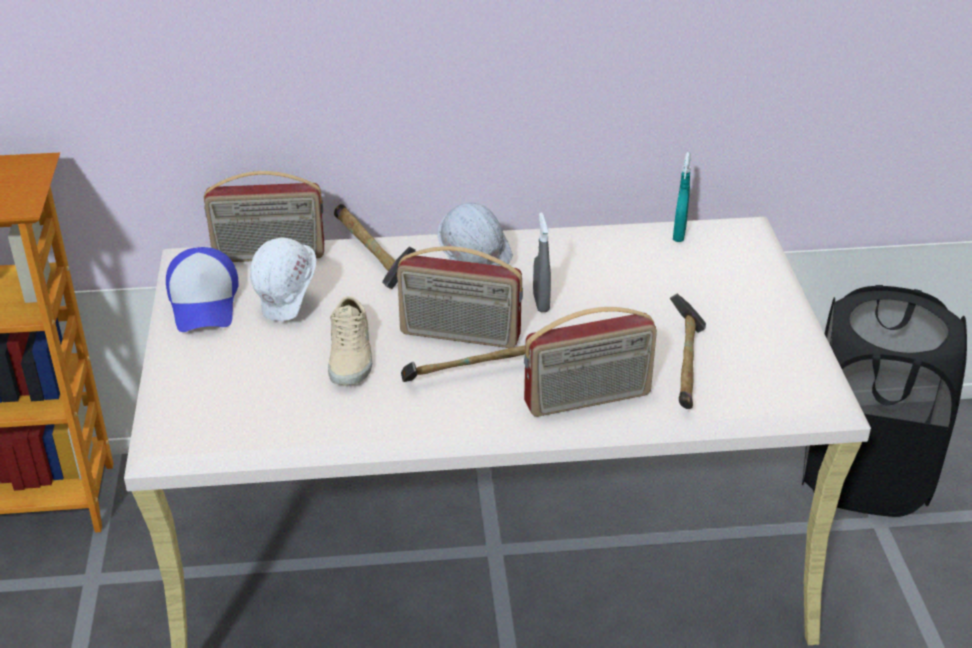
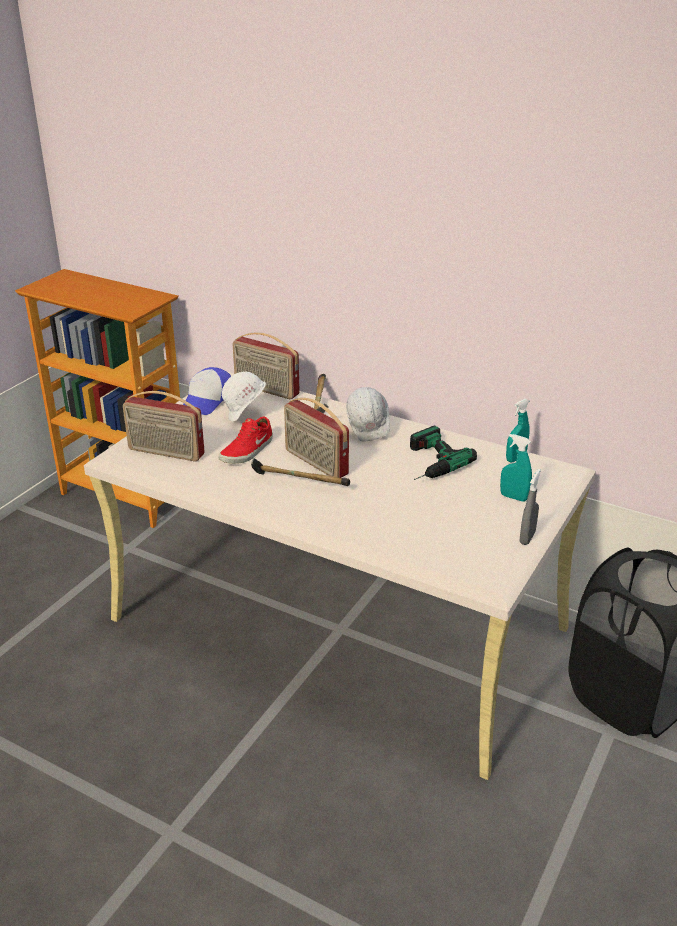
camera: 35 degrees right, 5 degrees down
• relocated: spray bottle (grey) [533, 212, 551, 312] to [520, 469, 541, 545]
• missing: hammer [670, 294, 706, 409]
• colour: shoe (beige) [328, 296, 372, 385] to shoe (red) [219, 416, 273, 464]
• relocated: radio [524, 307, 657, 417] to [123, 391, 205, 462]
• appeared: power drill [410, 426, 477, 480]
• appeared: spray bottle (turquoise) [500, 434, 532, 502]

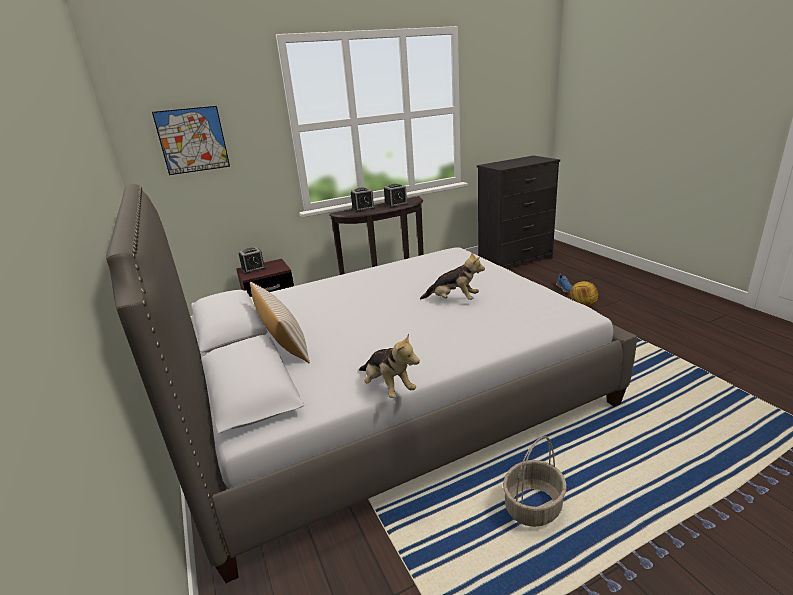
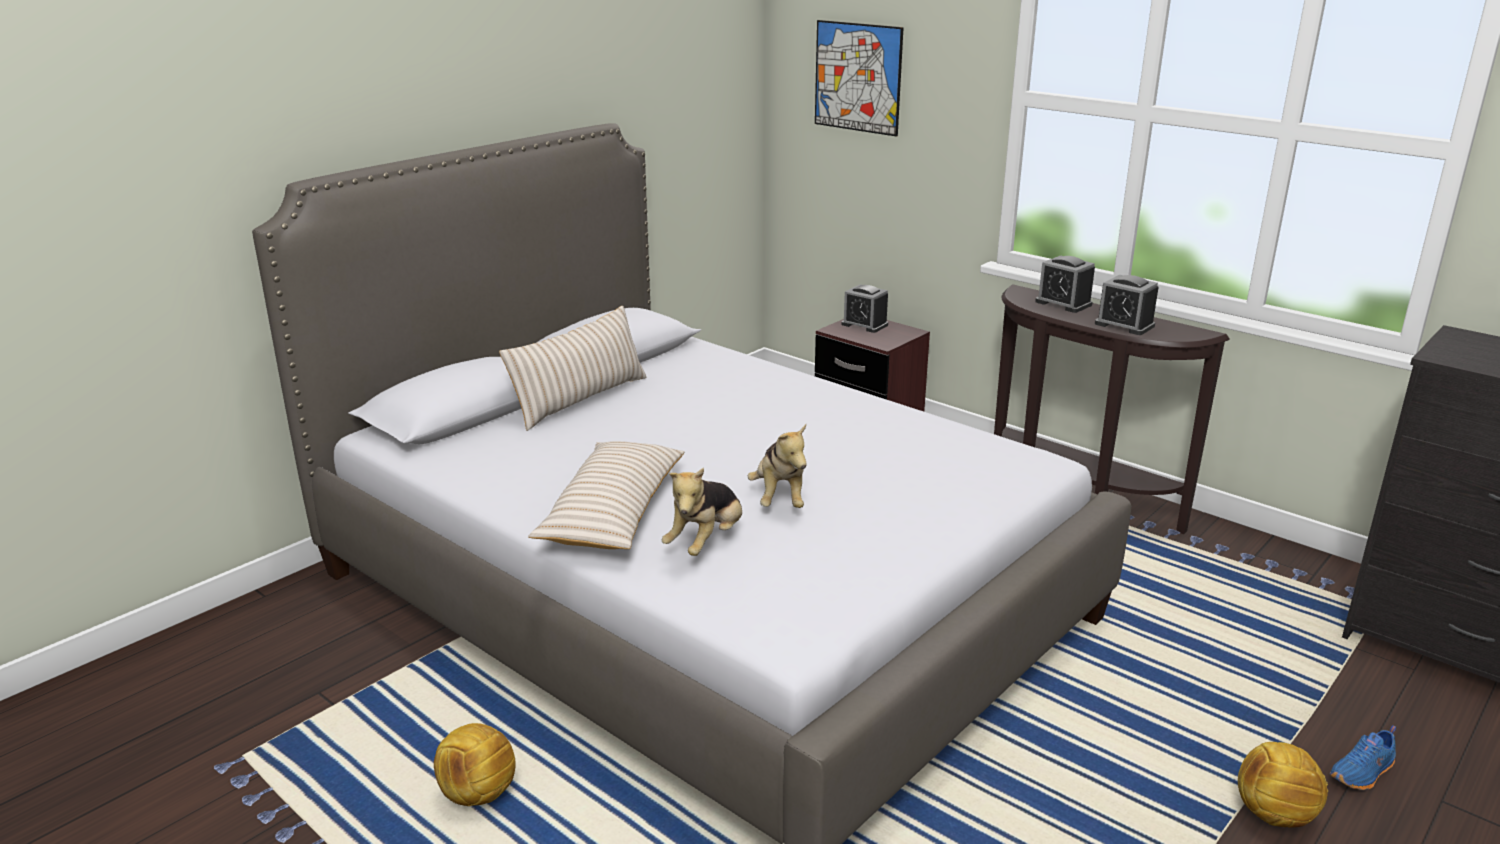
camera: 65 degrees right, 0 degrees up
• relocated: plush toy [359, 333, 420, 398] to [662, 468, 742, 556]
• exchanged: basket [503, 436, 567, 527] to football [434, 723, 516, 806]
• appeared: pillow (beige) [528, 441, 684, 549]

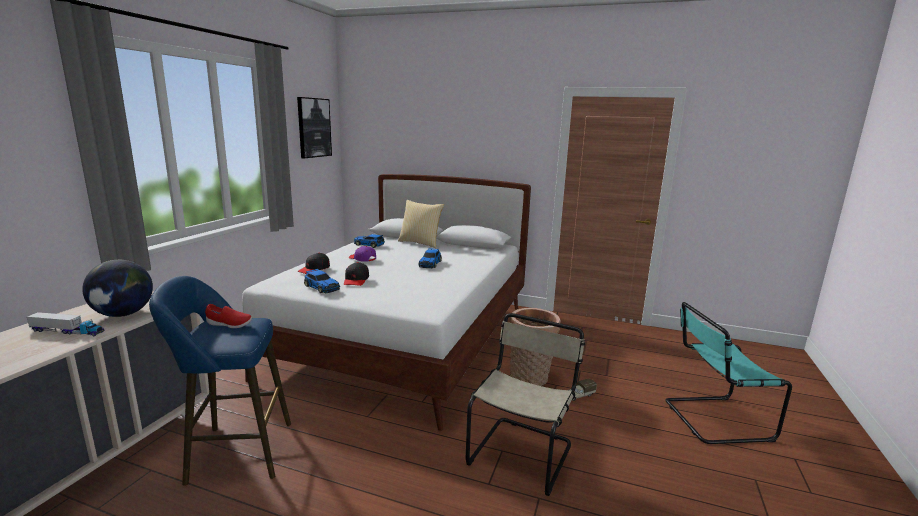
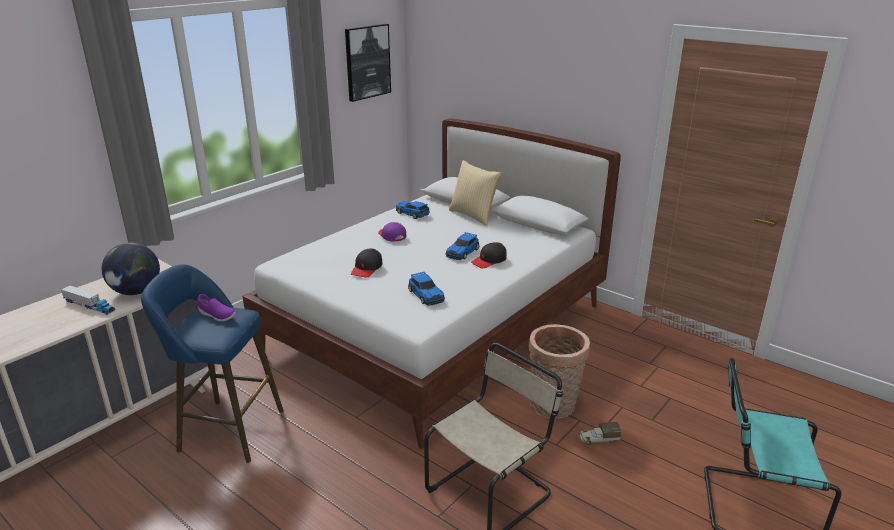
camera: 20 degrees right, 10 degrees up
• relocated: cap (black) [297, 253, 330, 274] to [471, 242, 507, 268]
• relocated: toy car [304, 269, 340, 293] to [408, 272, 445, 306]
• colour: shoe (red) [205, 304, 252, 328] to shoe (purple) [197, 294, 236, 321]

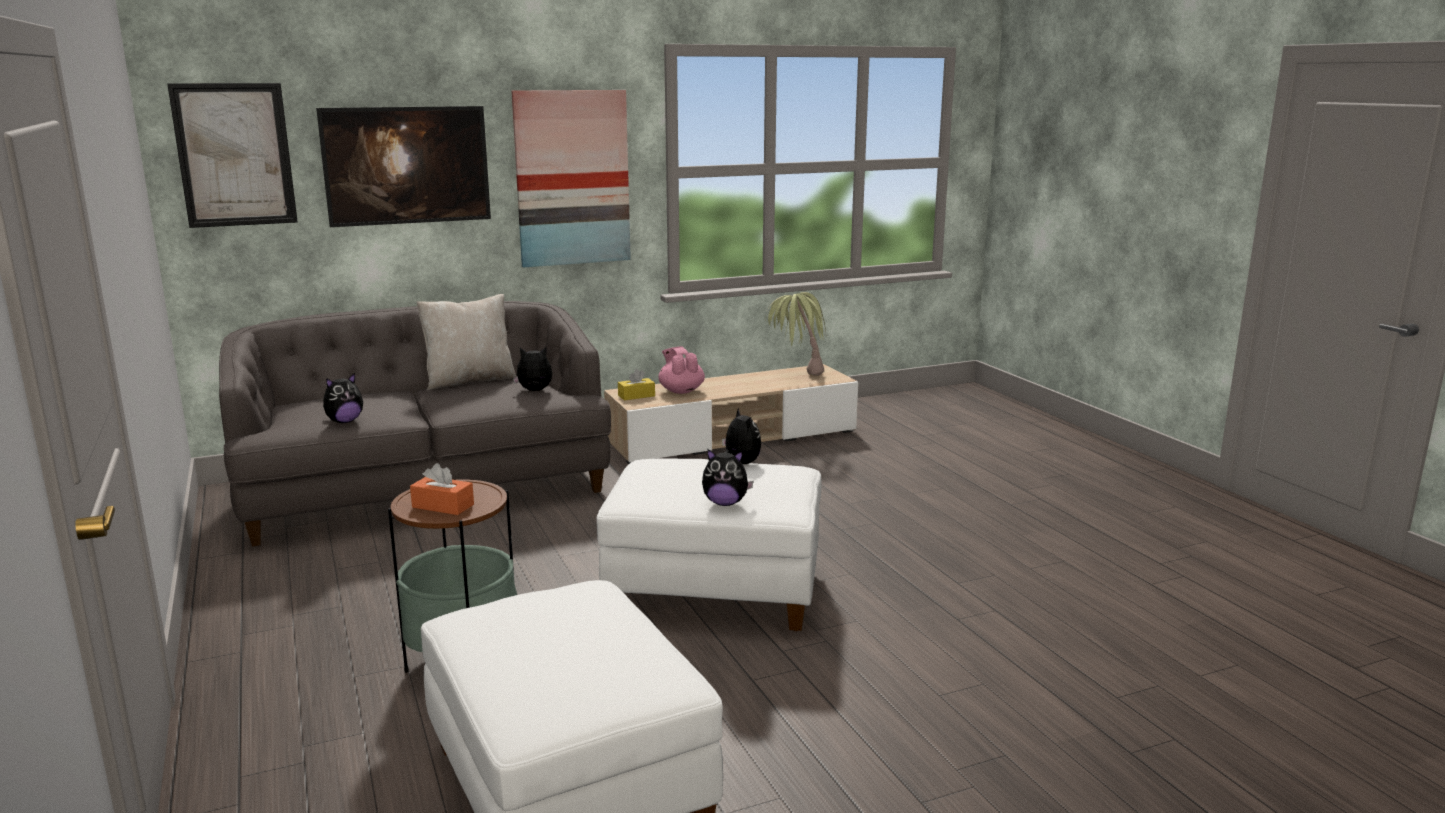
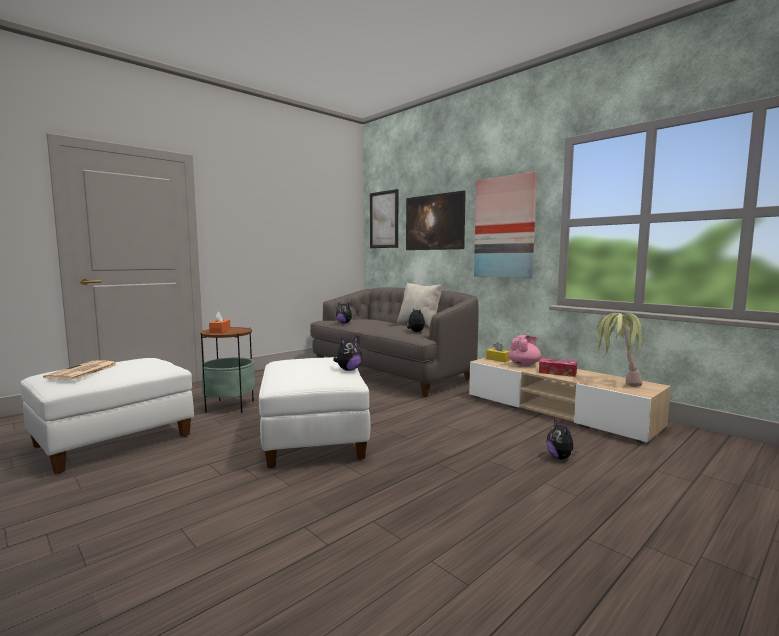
camera: 70 degrees right, 10 degrees down
• relocated: plush toy [702, 449, 754, 506] to [546, 420, 577, 459]
• appeared: tissue box [539, 358, 577, 377]
• appeared: newspaper [43, 360, 118, 380]

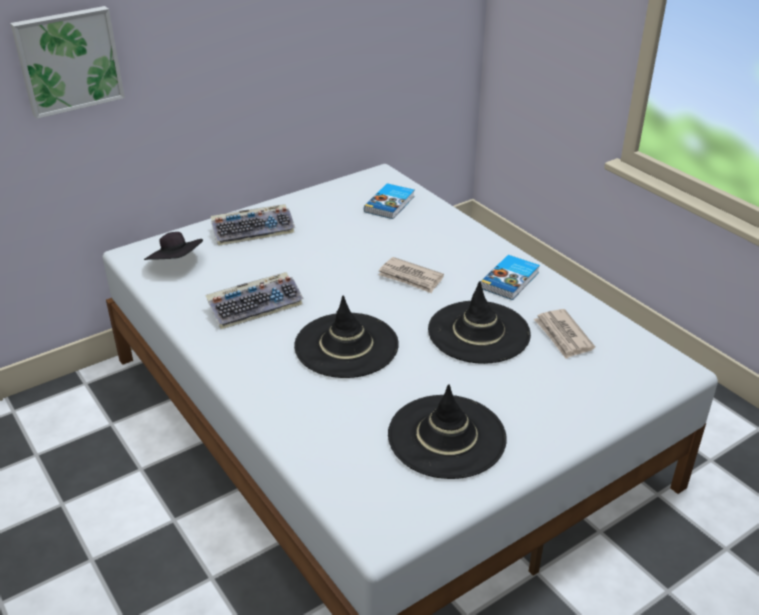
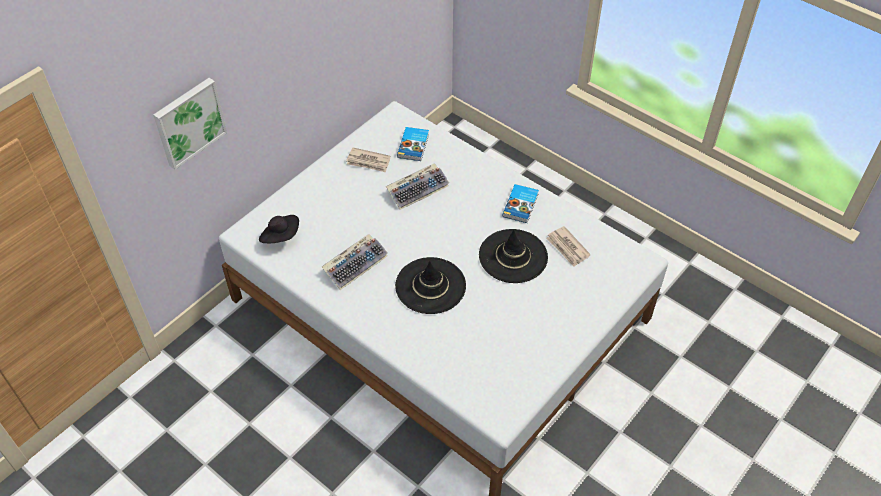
camera: 15 degrees left, 15 degrees up
• relocated: keyboard [211, 204, 295, 246] to [386, 163, 449, 210]
• relocated: newspaper [379, 257, 444, 293] to [346, 148, 391, 172]
• missing: hat (black) [388, 384, 507, 479]

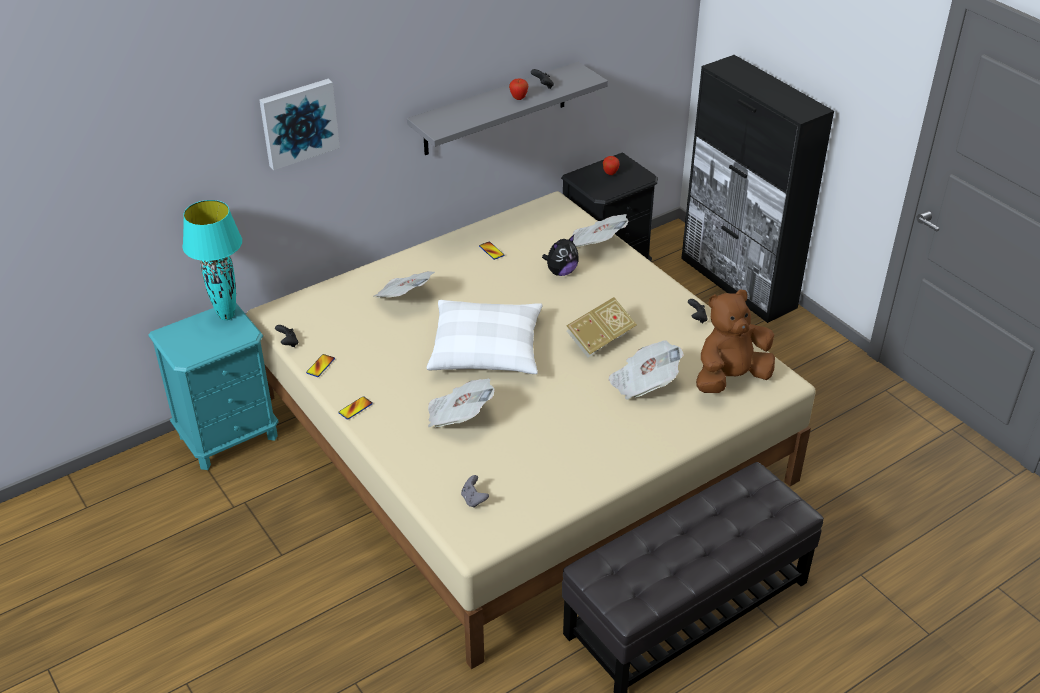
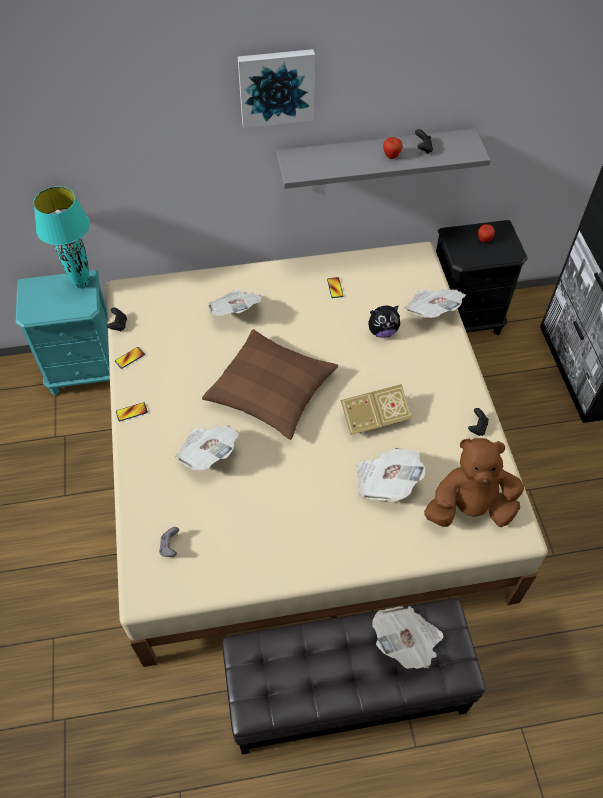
camera: 25 degrees right, 15 degrees up
• relocated: picture [259, 79, 340, 170] to [238, 49, 315, 128]
• colour: pillow (white) [427, 300, 542, 374] to pillow (brown) [202, 329, 338, 440]
• appeared: newspaper [372, 606, 443, 669]

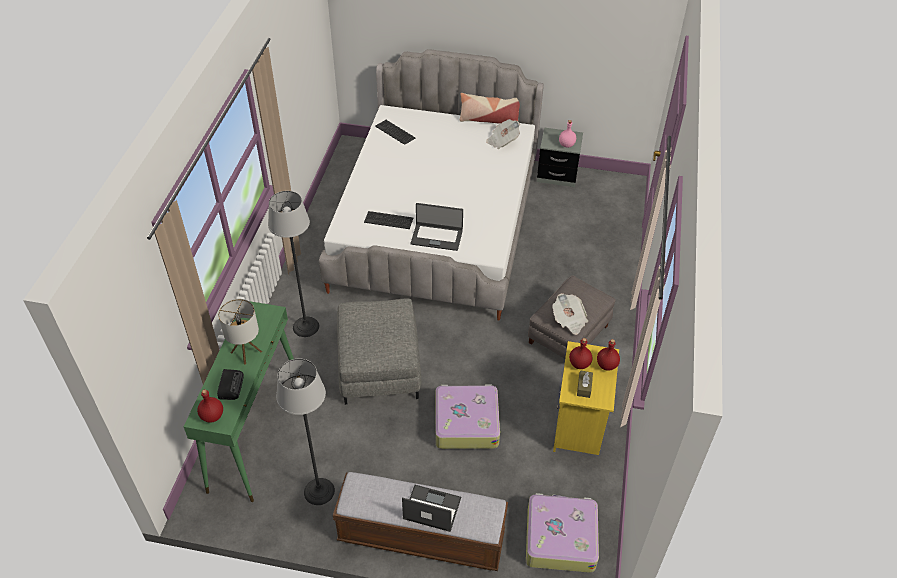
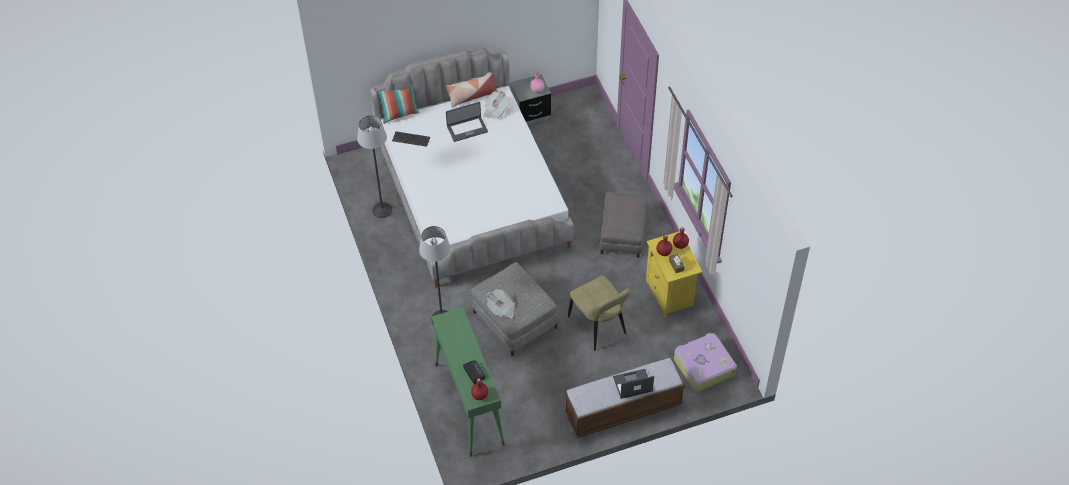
camera: 30 degrees left, 5 degrees up
• relocated: laptop [411, 203, 463, 251] to [446, 102, 488, 142]
• missing: keyboard [364, 211, 413, 229]
• relocated: newspaper [552, 293, 588, 335] to [487, 289, 515, 318]
• missing: table lamp [218, 299, 262, 365]
• relocated: floor lamp [276, 358, 335, 505] to [357, 115, 392, 218]
• exchanged: suitcase [436, 384, 500, 449] to chair (beige) [568, 276, 631, 351]
• appeared: pillow [376, 83, 419, 124]

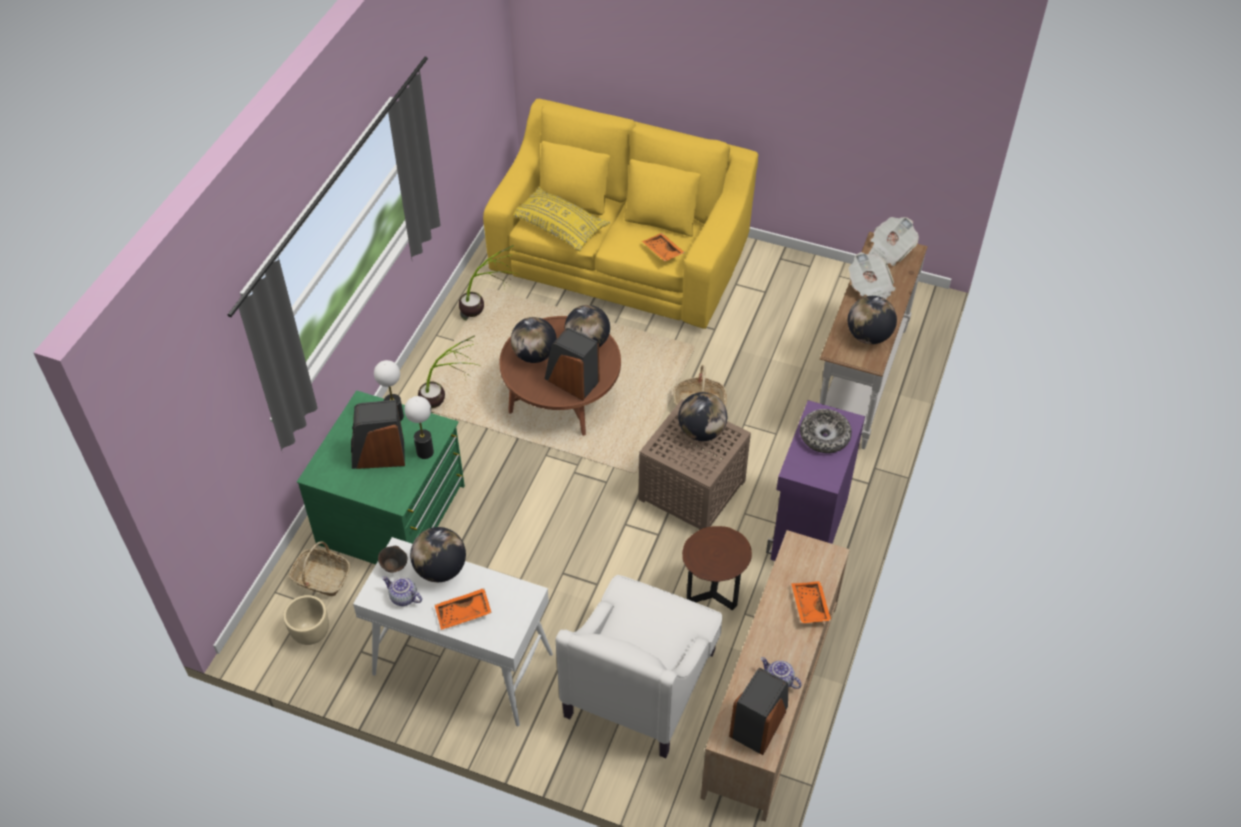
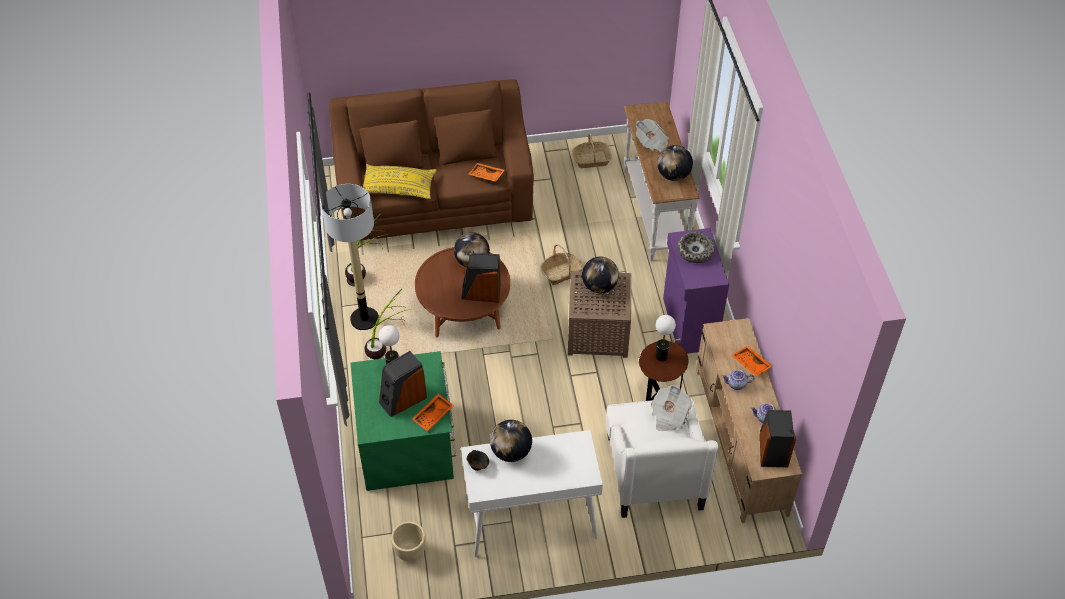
camera: 30 degrees left, 0 degrees up
• colour: sofa (yellow) [483, 99, 758, 329] to sofa (brown) [329, 79, 534, 241]
• relocated: newspaper [868, 217, 919, 266] to [651, 385, 692, 431]
• missing: globe [511, 317, 557, 363]
• relocated: table lamp [404, 396, 434, 459] to [655, 315, 676, 361]
• relocated: basket [289, 541, 350, 596] to [572, 133, 612, 168]
• relocated: teapot [382, 576, 422, 606] to [722, 370, 754, 390]
• relocated: tray (orange) [435, 588, 491, 630] to [412, 394, 454, 431]
• appeared: floor lamp [321, 184, 379, 330]

